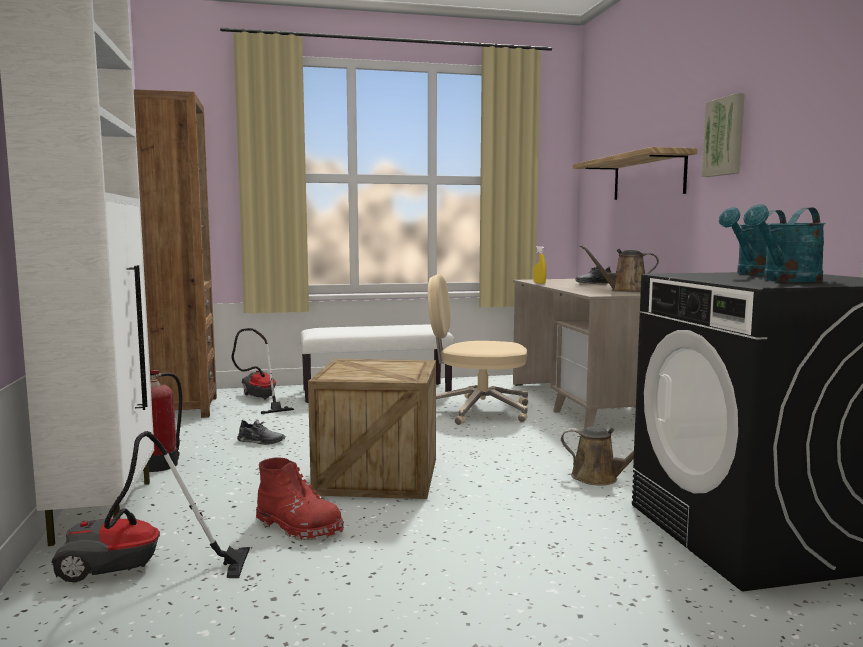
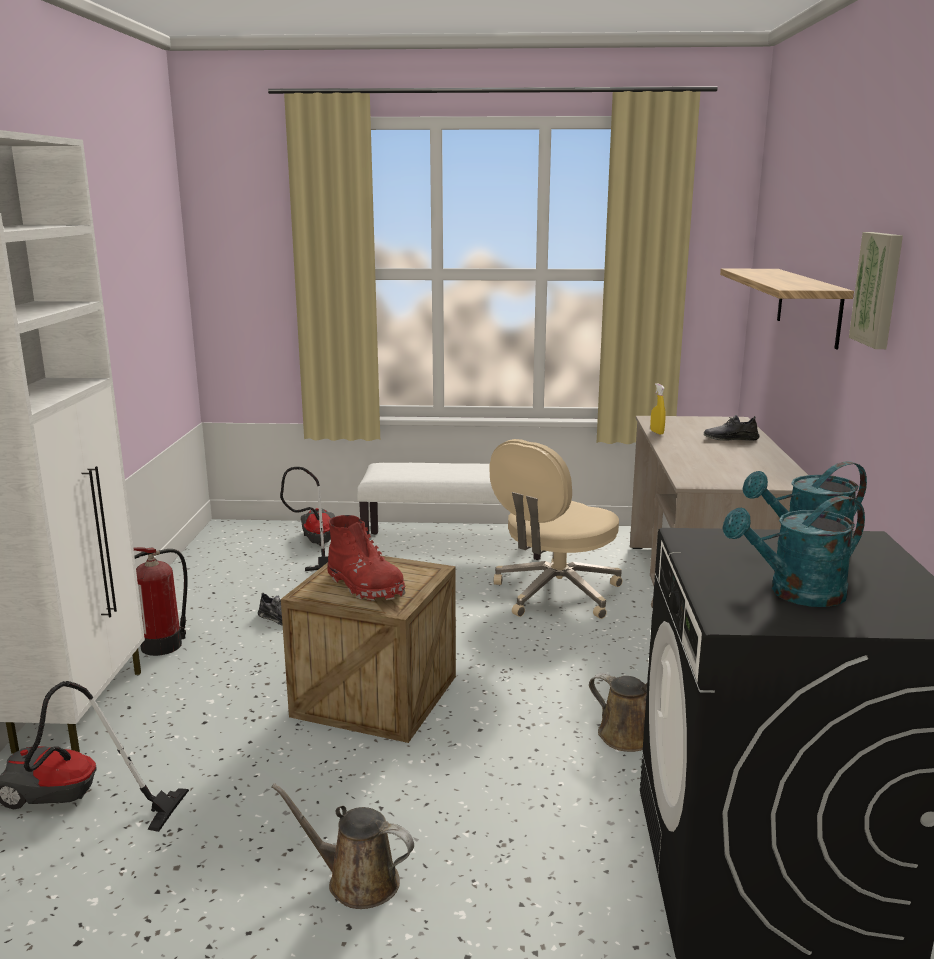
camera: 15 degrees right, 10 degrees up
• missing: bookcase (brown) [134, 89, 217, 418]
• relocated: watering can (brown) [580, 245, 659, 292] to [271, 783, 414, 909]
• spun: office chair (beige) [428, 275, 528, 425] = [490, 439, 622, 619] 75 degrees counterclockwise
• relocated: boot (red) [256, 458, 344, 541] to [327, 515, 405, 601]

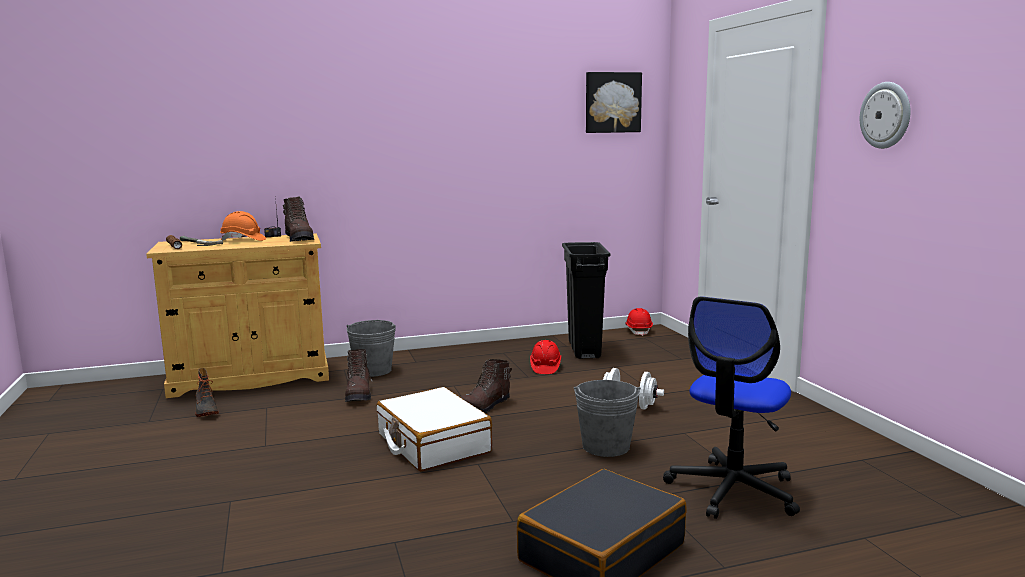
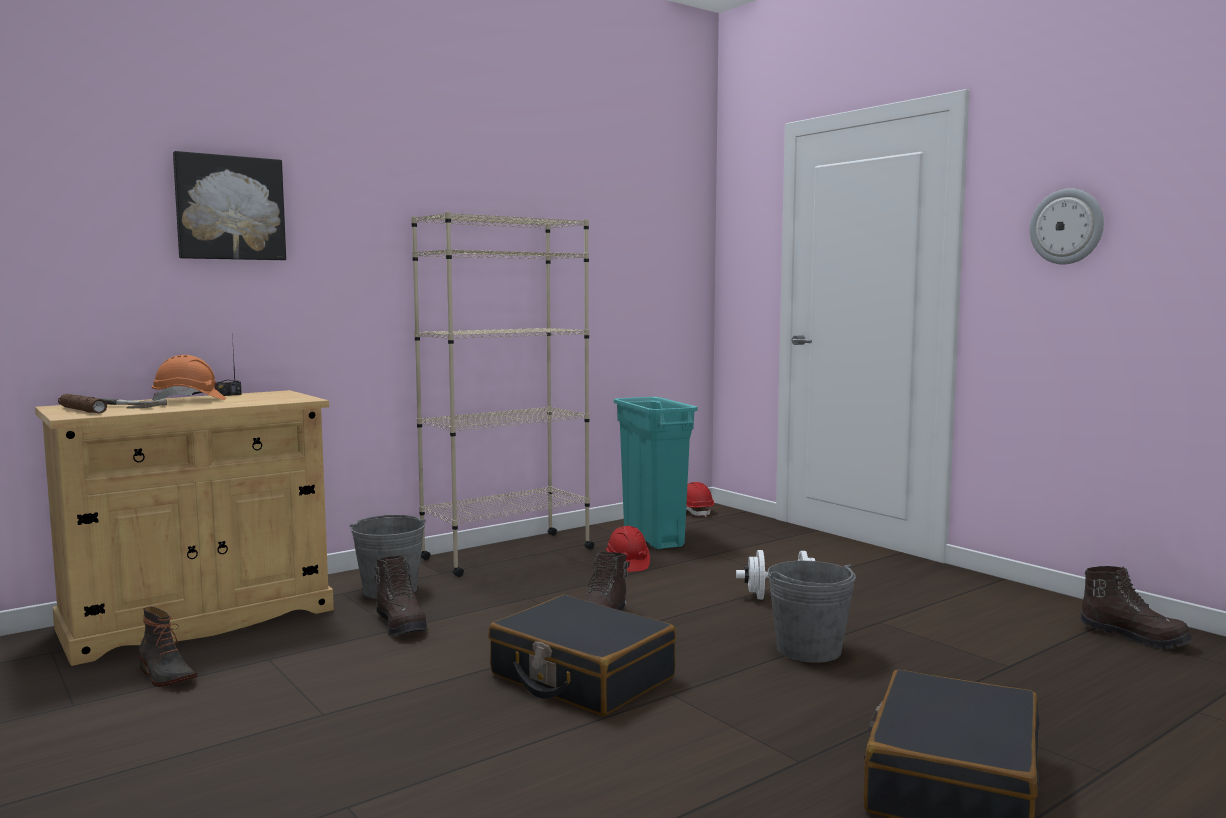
camera: 20 degrees left, 5 degrees down
• relocated: picture [586, 72, 642, 133] to [173, 151, 286, 260]
• relocated: boot (brown) [283, 197, 314, 242] to [1080, 566, 1192, 649]
• colour: trash can (black) [562, 242, 610, 359] to trash can (turquoise) [614, 397, 698, 549]
• missing: office chair [663, 296, 800, 519]
• colour: suitcase (white) [376, 387, 492, 472] to suitcase (black) [488, 595, 676, 716]
• appeared: bookcase (beige) [411, 211, 595, 577]

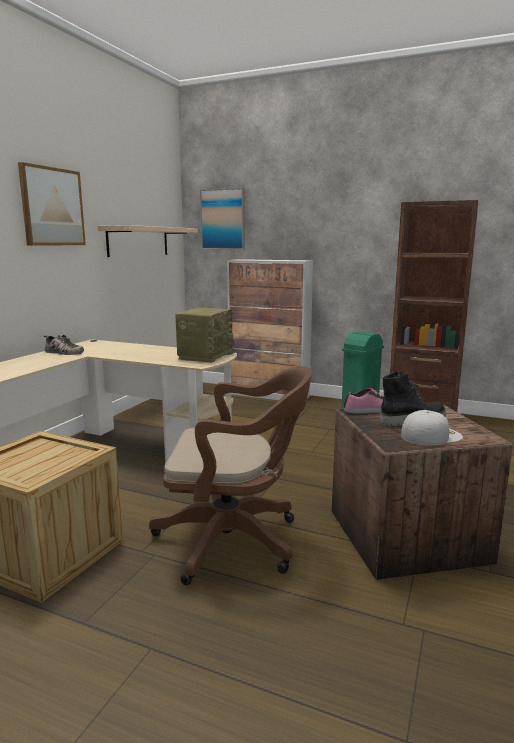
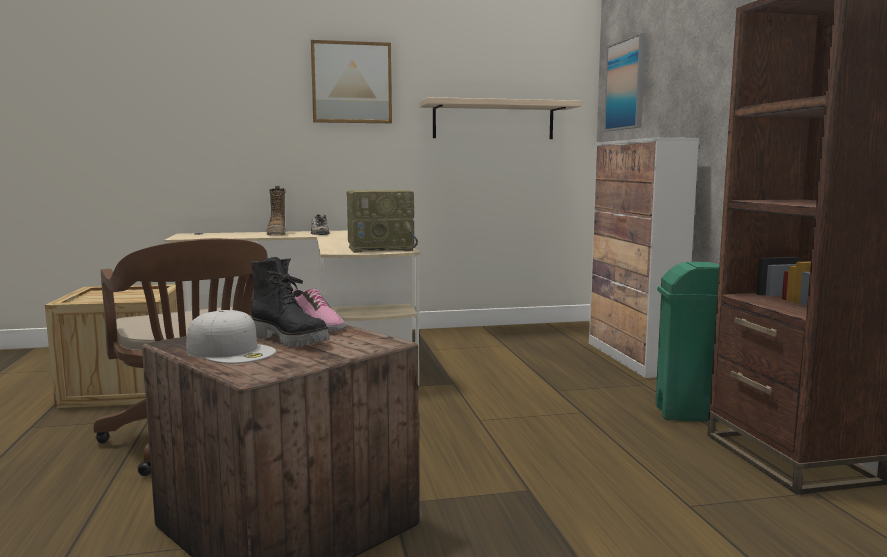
camera: 55 degrees right, 5 degrees down
• appeared: boot [266, 186, 286, 235]

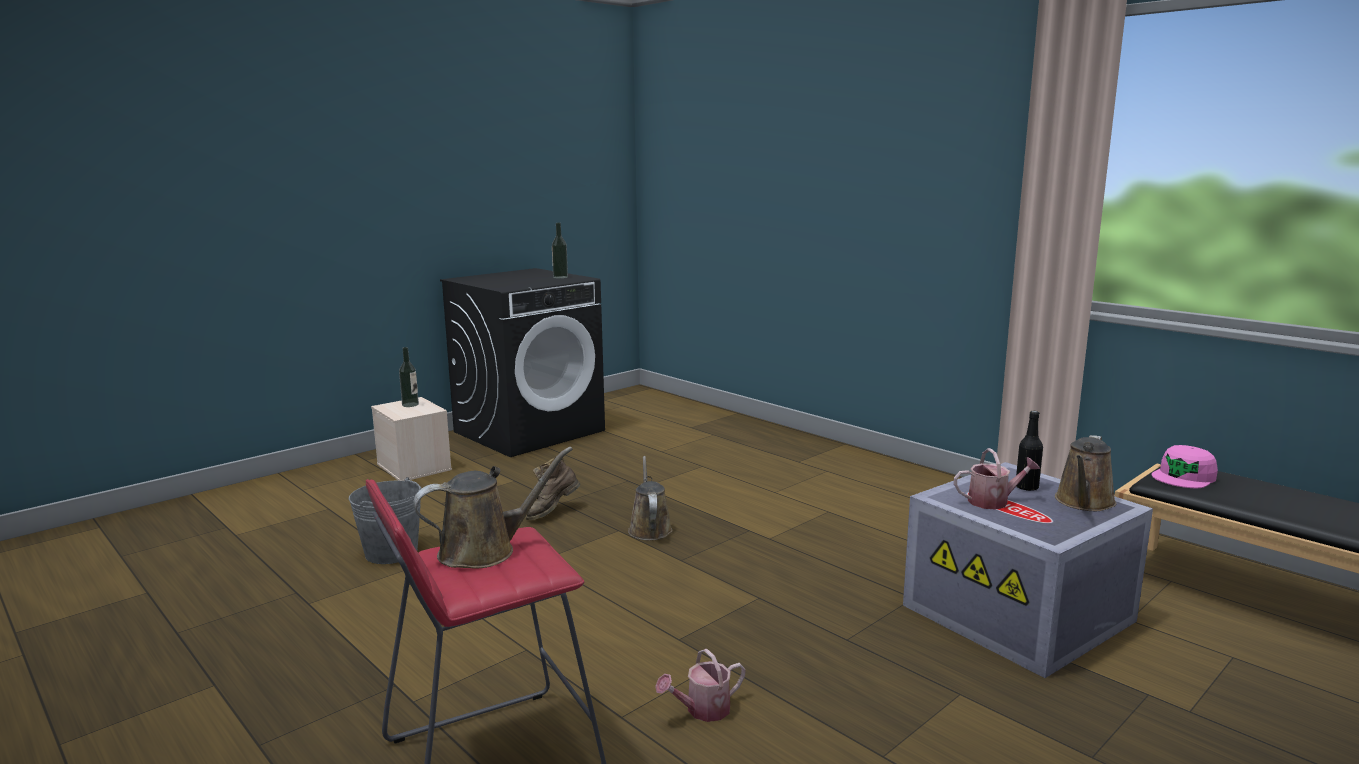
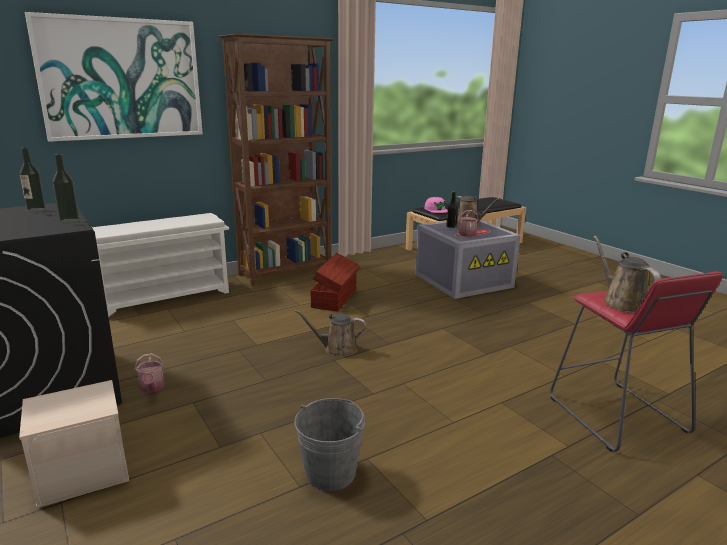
camera: 80 degrees left, 5 degrees up
• relocated: bottle [399, 347, 419, 407] to [52, 154, 80, 223]
• missing: boot (brown) [526, 456, 580, 520]
• relocated: watering can [655, 649, 746, 722] to [135, 354, 165, 393]
• appeared: picture [25, 12, 203, 142]
• appeared: bookcase (brown) [218, 34, 335, 286]
• appeared: shoe rack (white) [92, 213, 229, 317]
• appeared: storage box (brown) [311, 253, 360, 311]

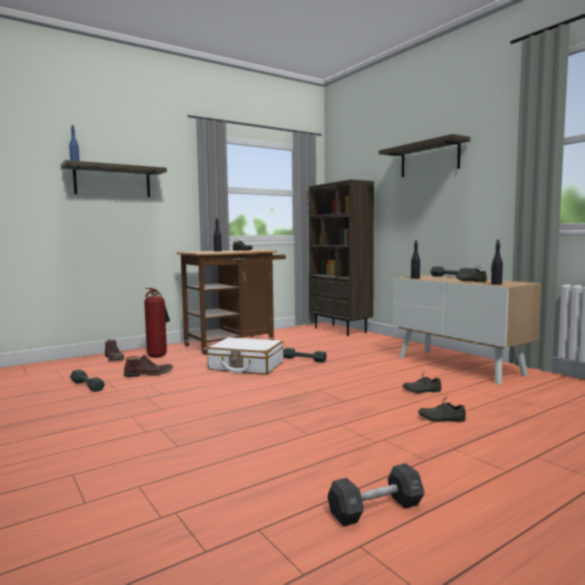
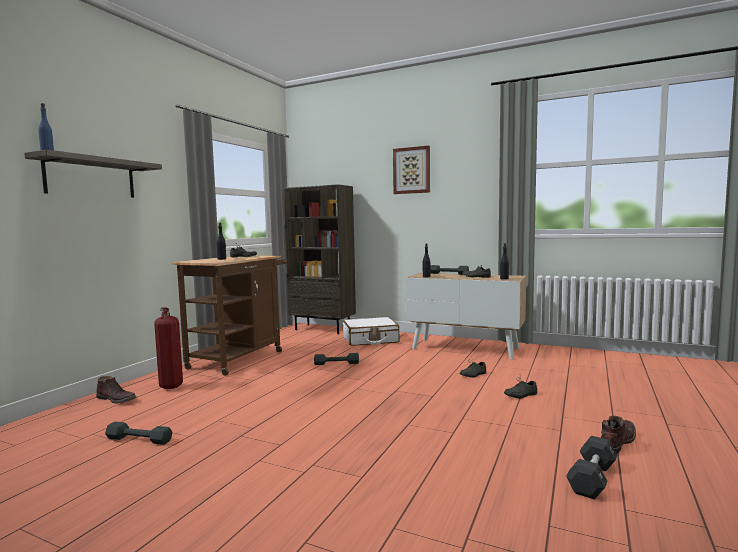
camera: 30 degrees left, 0 degrees up
• exchanged: shelf [379, 134, 470, 177] to picture [393, 145, 430, 194]
• relocated: suitcase (white) [207, 337, 283, 375] to [343, 317, 400, 346]
• relocated: boot (brown) [124, 355, 173, 377] to [601, 416, 636, 453]

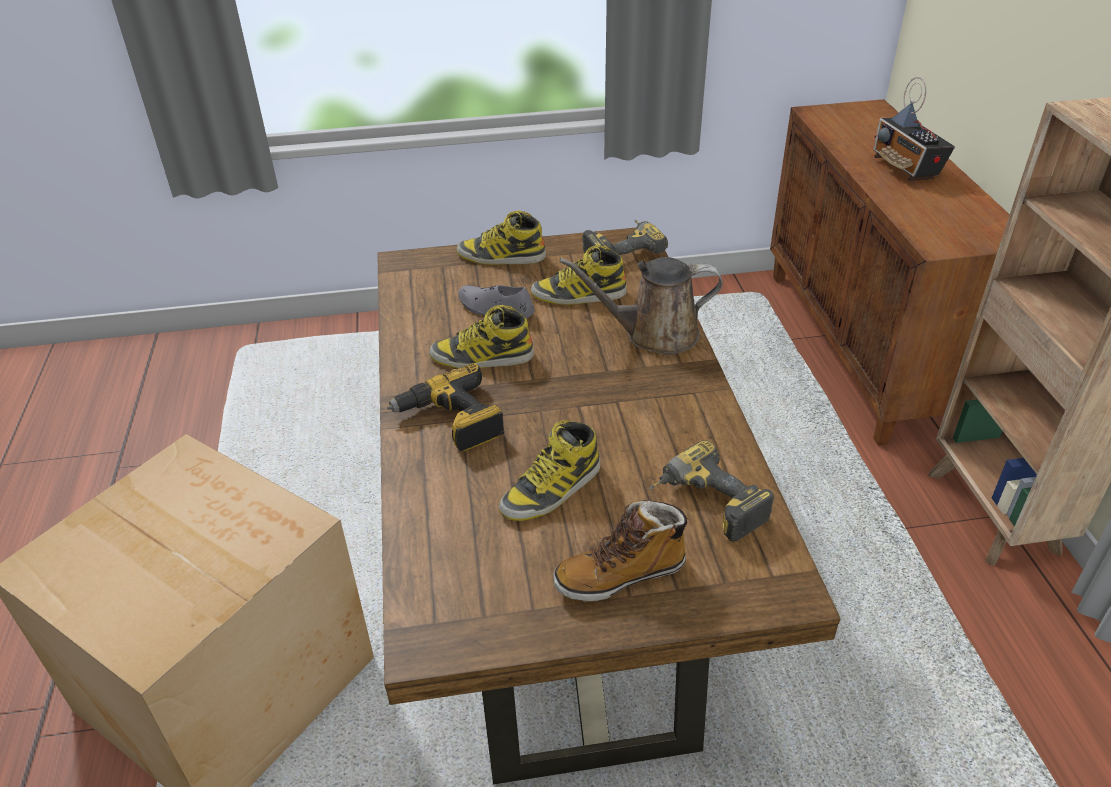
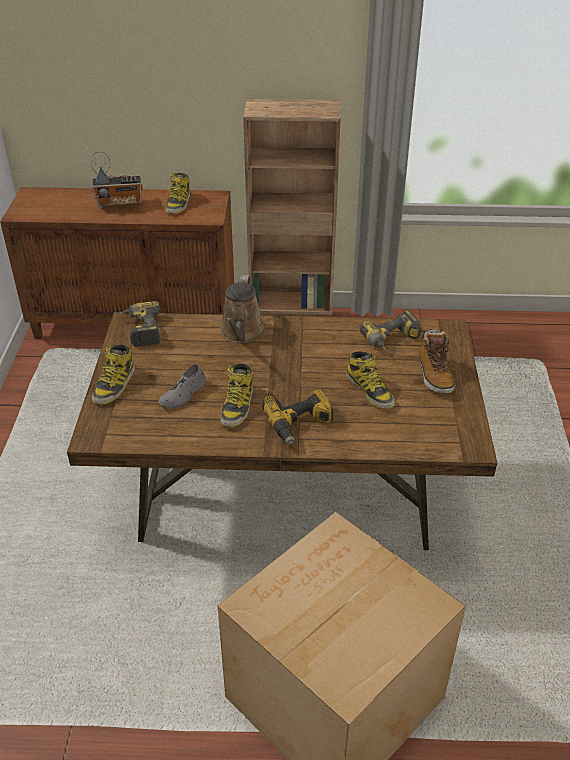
camera: 80 degrees left, 0 degrees up
• relocated: boot [531, 245, 627, 305] to [166, 173, 190, 214]

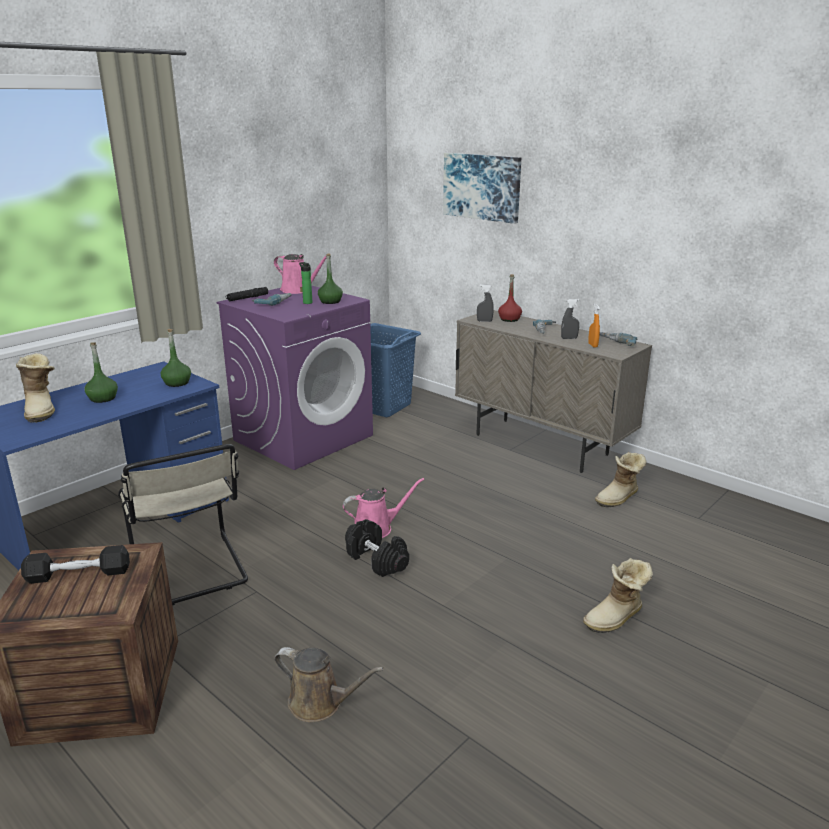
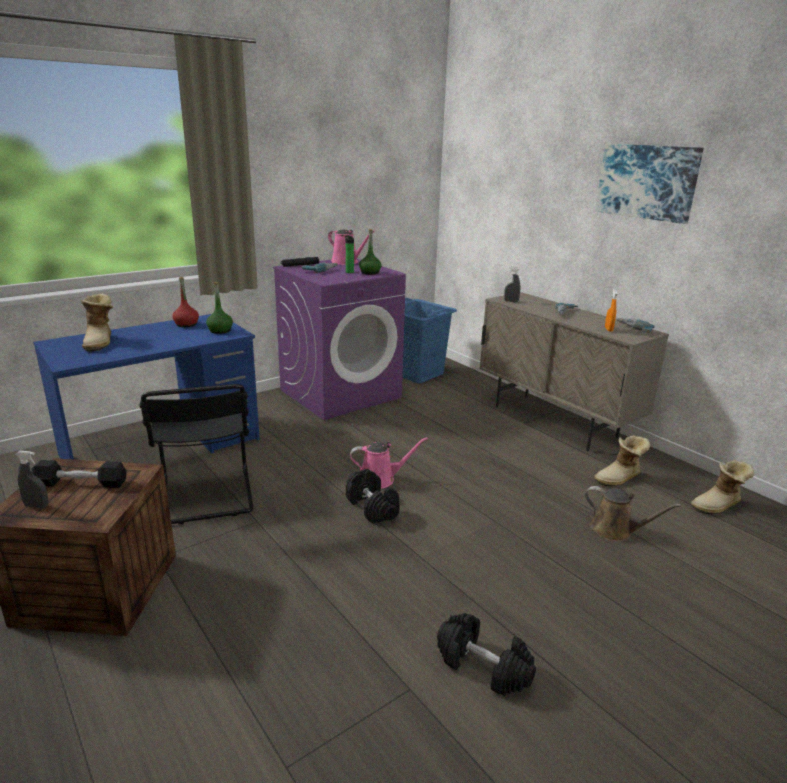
camera: 10 degrees right, 0 degrees up
• relocated: picture [443, 153, 521, 224] to [595, 144, 704, 224]
• relocated: bottle (red) [498, 274, 522, 322] to [172, 277, 199, 327]
• relocated: spray bottle (grey) [561, 299, 579, 339] to [16, 451, 49, 508]
• missing: bottle (green) [84, 342, 118, 403]
• colour: chair (beige) [118, 444, 248, 606] to chair (black) [139, 384, 253, 524]
• relocated: boot [583, 558, 653, 633] to [691, 460, 754, 514]
• relocated: watering can (brown) [274, 647, 384, 722] to [585, 486, 682, 542]
• appeared: dumbbell (black) [437, 613, 536, 696]

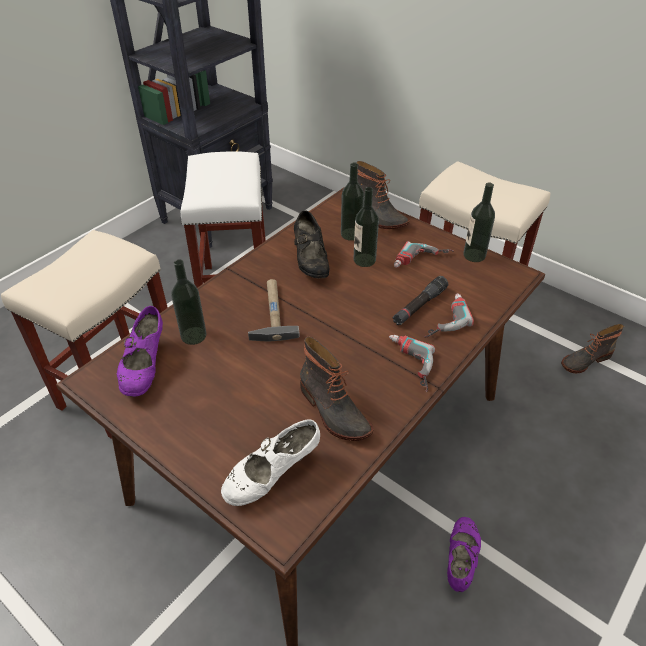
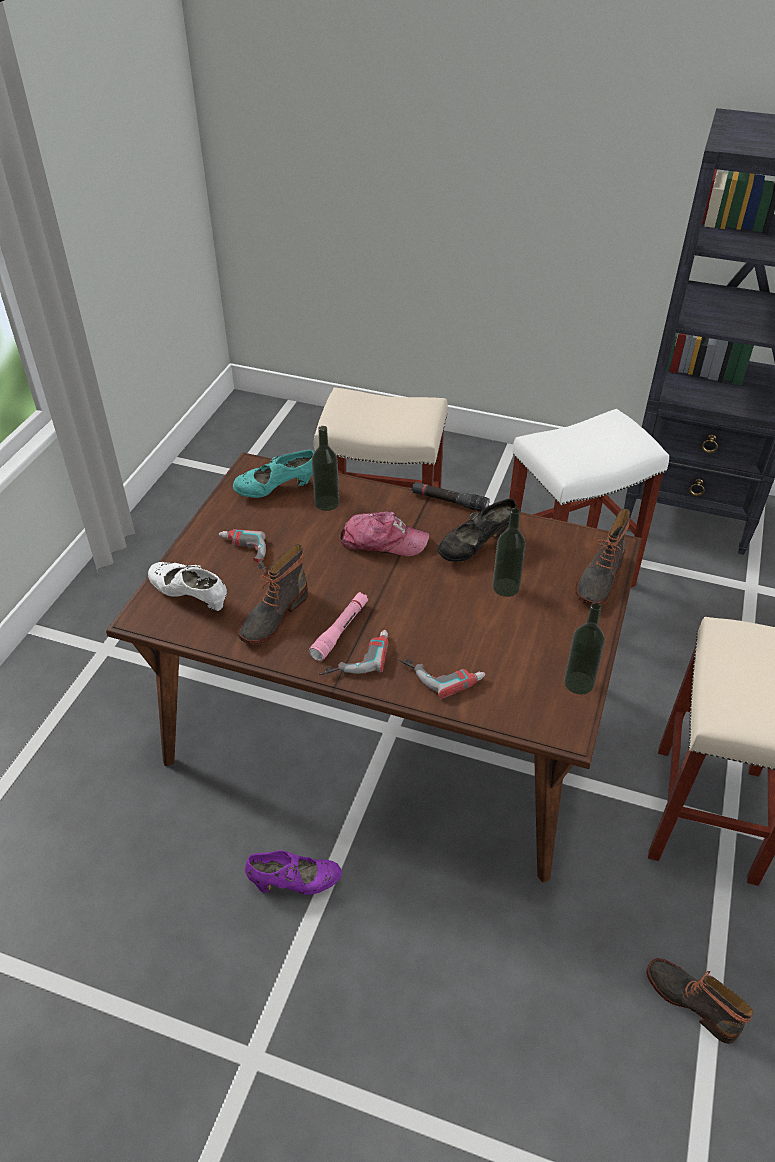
camera: 70 degrees right, 0 degrees up
• missing: bottle [341, 163, 364, 241]
• relocated: power drill [394, 241, 454, 268] to [218, 529, 267, 574]
• relocated: flashlight (black) [393, 276, 448, 325] to [412, 482, 490, 512]
• exchanged: hammer [248, 279, 300, 342] to cap [339, 511, 429, 556]
• colour: shoe (purple) [117, 306, 163, 397] to shoe (turquoise) [233, 450, 314, 498]
• appeared: flashlight (pink) [309, 592, 368, 661]

